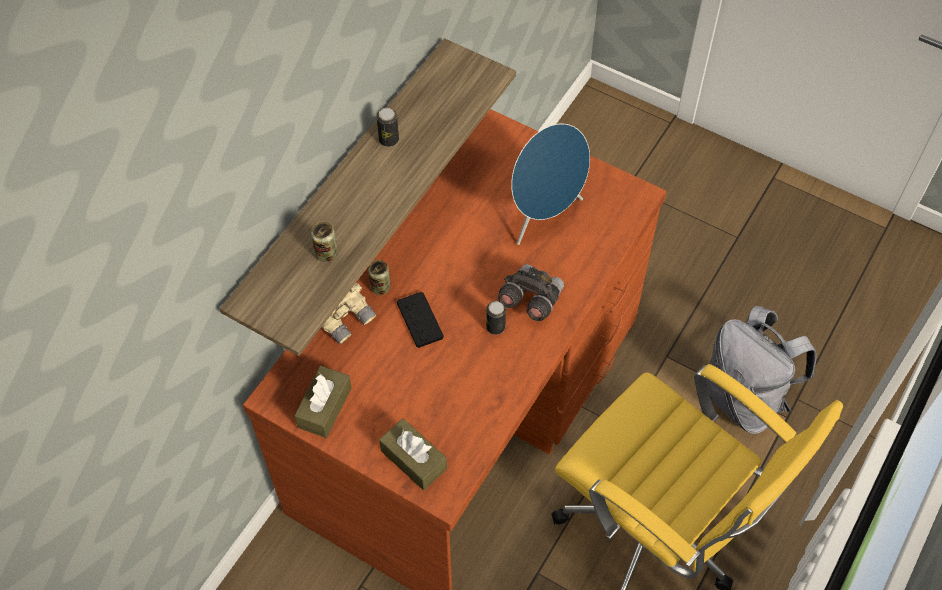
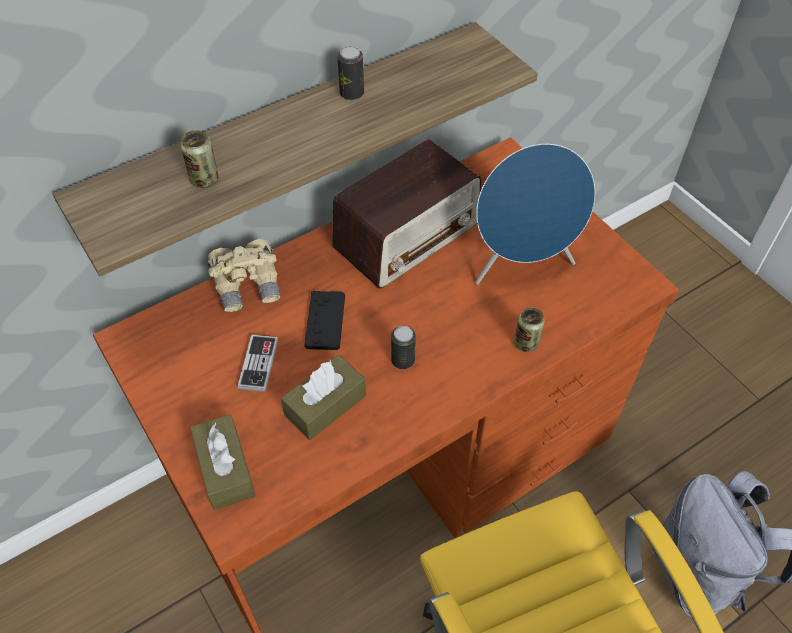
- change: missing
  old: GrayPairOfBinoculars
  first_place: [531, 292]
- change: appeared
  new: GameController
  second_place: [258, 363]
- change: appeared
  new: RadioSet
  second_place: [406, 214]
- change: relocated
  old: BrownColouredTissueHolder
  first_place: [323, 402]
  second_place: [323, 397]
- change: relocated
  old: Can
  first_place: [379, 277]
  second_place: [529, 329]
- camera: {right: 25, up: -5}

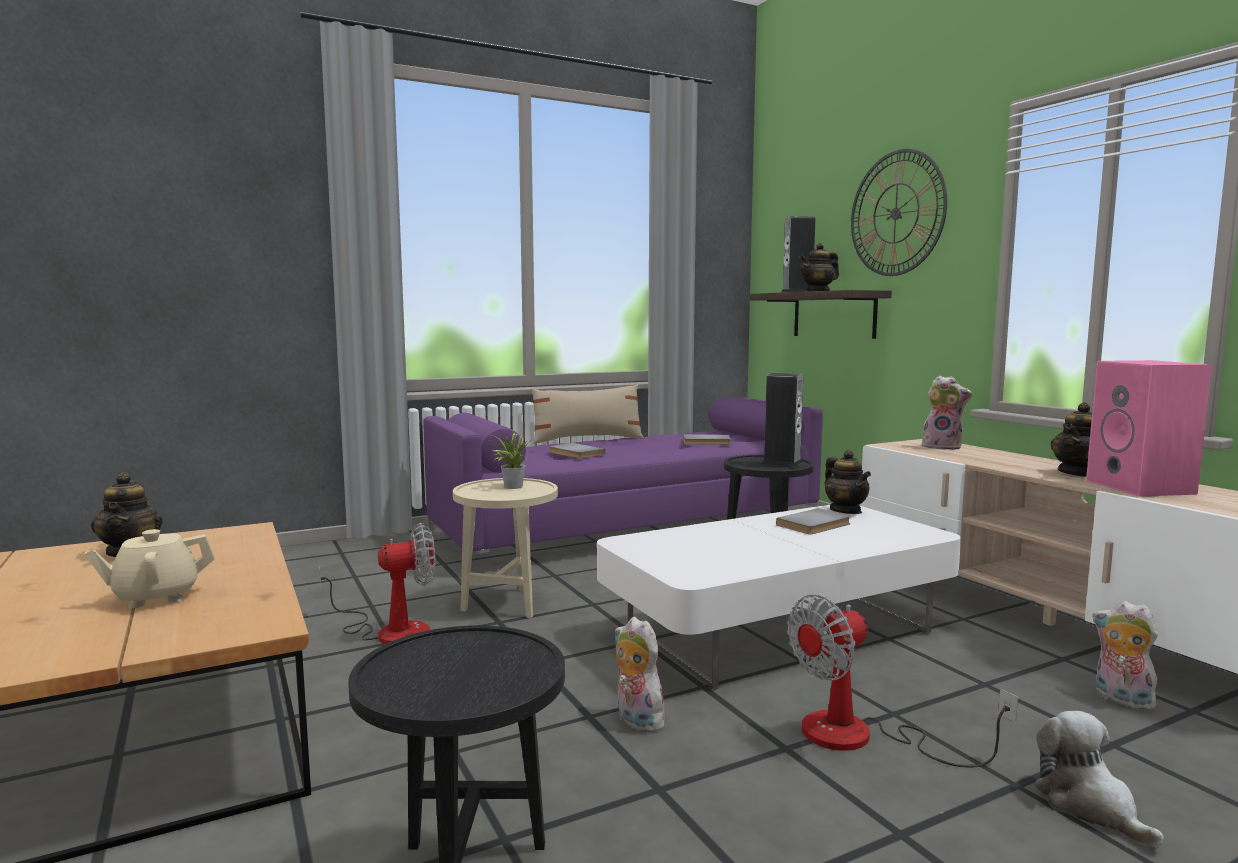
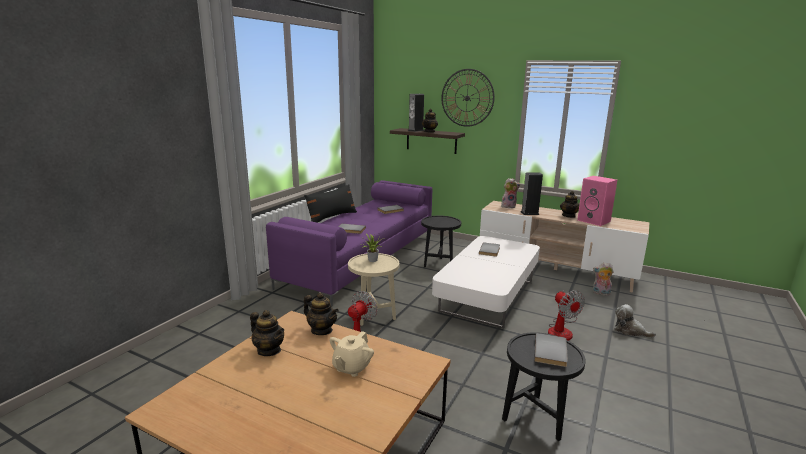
- change: missing
  old: PlushToy
  first_place: [640, 675]
- change: appeared
  new: GrayVolume
  second_place: [551, 350]
- change: relocated
  old: Speaker
  first_place: [782, 420]
  second_place: [532, 193]
- change: relocated
  old: PotForTea
  first_place: [848, 482]
  second_place: [321, 314]
- change: colour
  old: SandColouredThrowPillow
  new: BlackishThrowPillow
  first_place: [587, 414]
  second_place: [330, 203]
- change: spun
  old: Fan
  first_place: [902, 681]
  second_place: [566, 315]
  degrees: -45
- camera: {right: -35, up: 10}

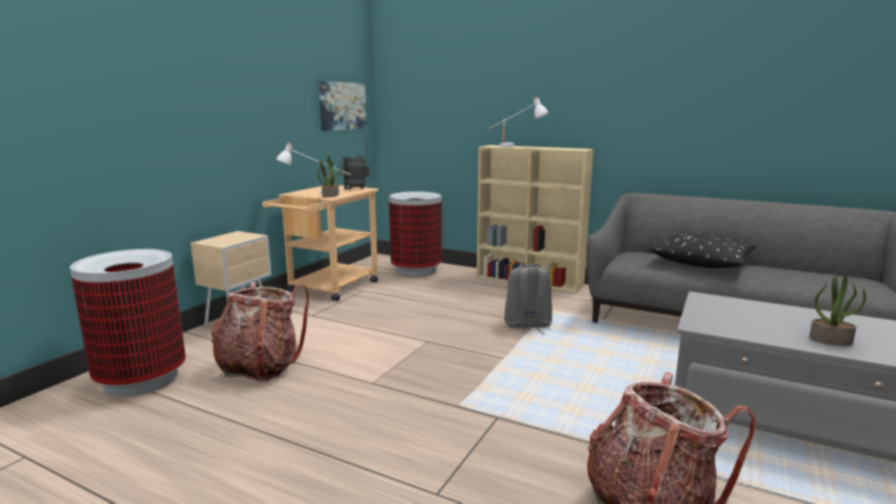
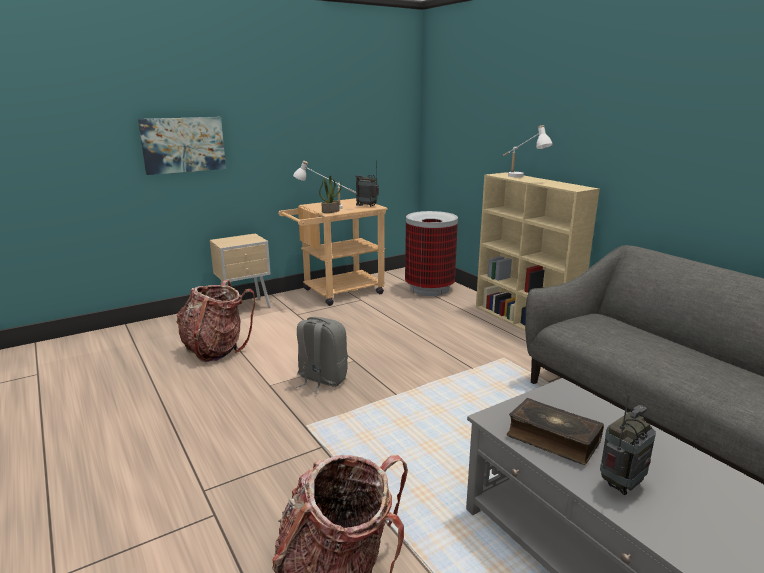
- change: missing
  old: TrashCan
  first_place: [128, 323]
- change: missing
  old: BlackishThrowPillow
  first_place: [702, 250]
- change: appeared
  new: Volume
  second_place: [555, 431]
- change: relocated
  old: WallPicture
  first_place: [343, 106]
  second_place: [182, 146]
- change: relocated
  old: GrayBackpack
  first_place: [528, 299]
  second_place: [321, 355]
- change: exchanged
  old: PottedPlant
  new: RadioSet
  first_place: [837, 311]
  second_place: [628, 444]
- camera: {right: 30, up: 5}

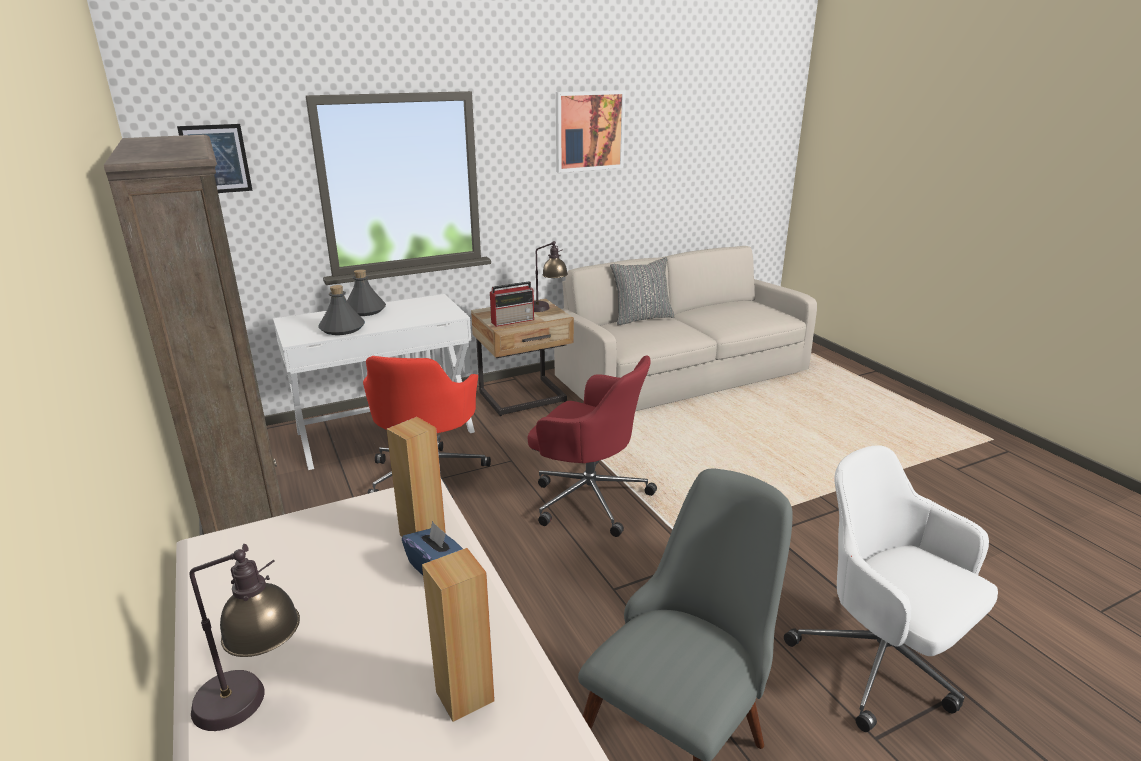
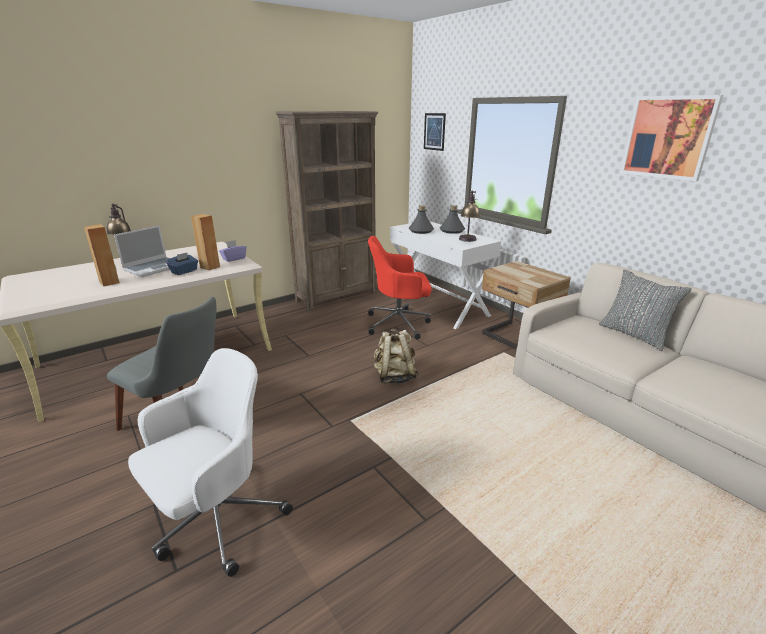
- change: missing
  old: RadioSet
  first_place: [512, 304]
- change: appeared
  new: Laptop
  second_place: [142, 251]
- change: appeared
  new: PurplishTissueHolder
  second_place: [232, 251]
- change: relocated
  old: TabletopLamp
  first_place: [551, 276]
  second_place: [469, 216]
- change: exchanged
  old: RedComputerChair
  new: SandColouredBackpack
  first_place: [592, 446]
  second_place: [396, 356]
- camera: {right: 80, up: 0}

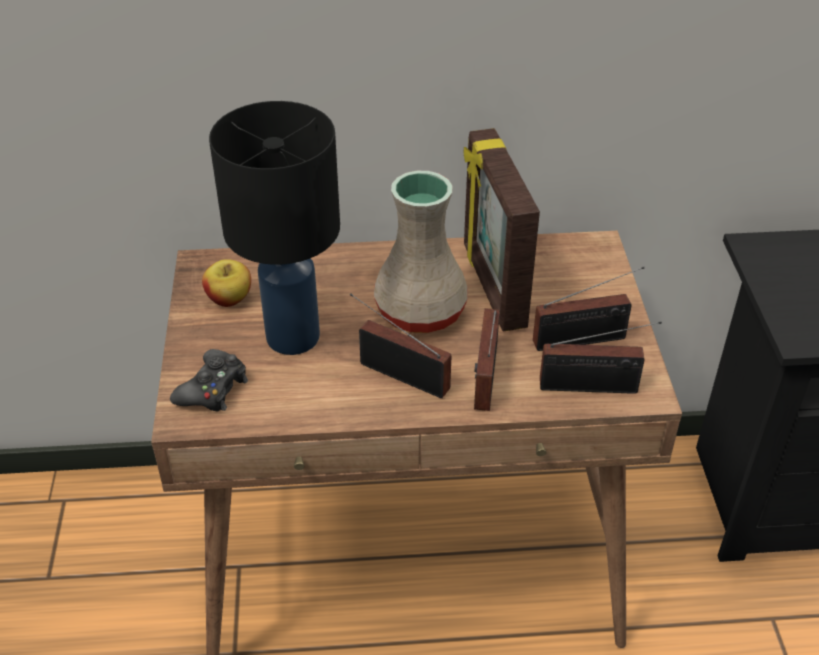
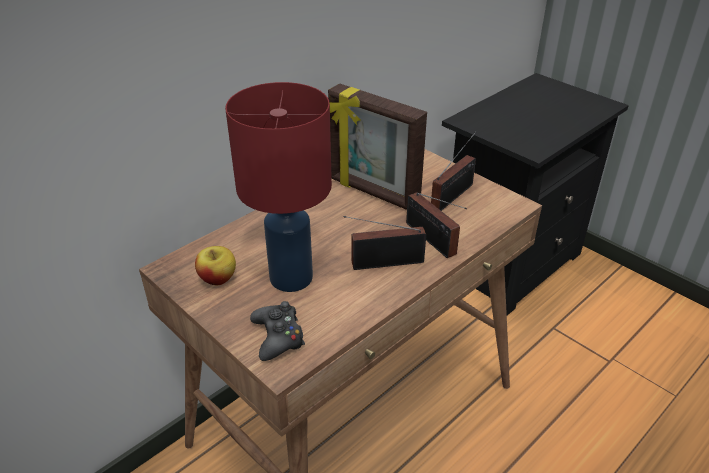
- change: missing
  old: SandColouredFlowerVase
  first_place: [421, 252]
- change: missing
  old: RadioSet
  first_place: [601, 357]
- change: colour
  old: BlackishTabletopLamp
  new: RedTabletopLamp
  first_place: [274, 228]
  second_place: [278, 187]
- camera: {right: -40, up: -5}

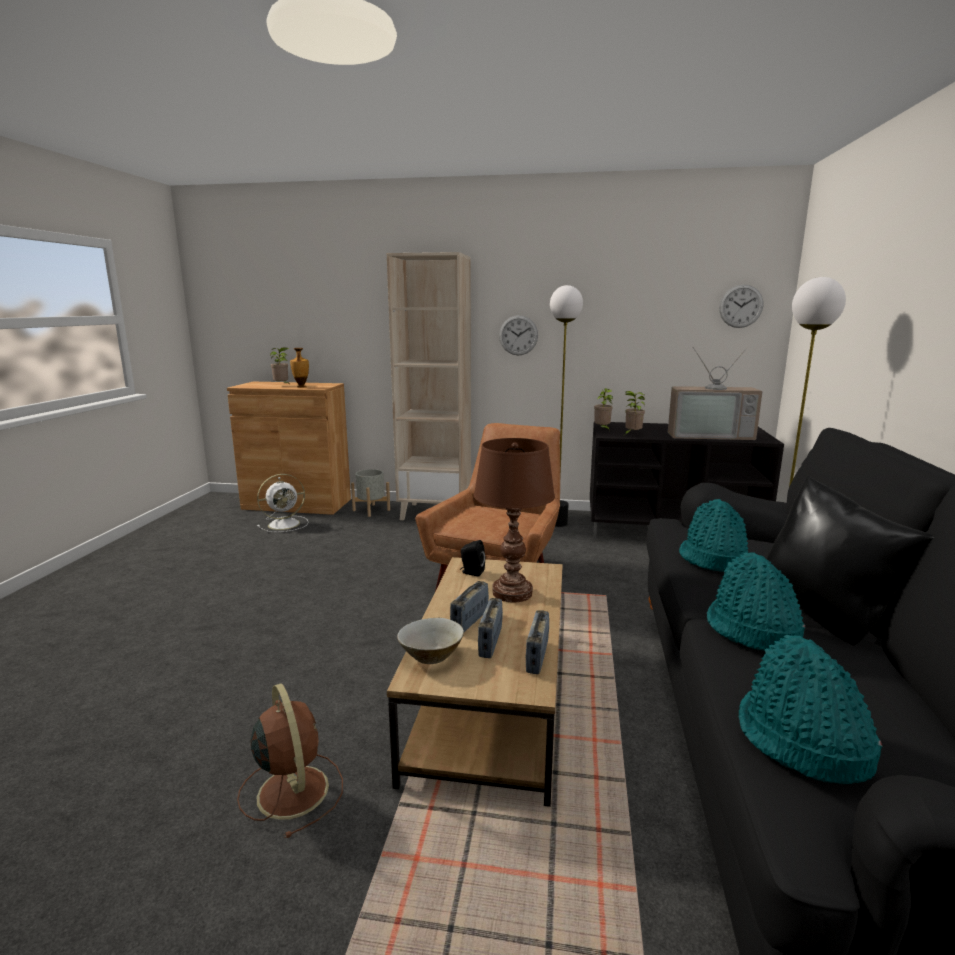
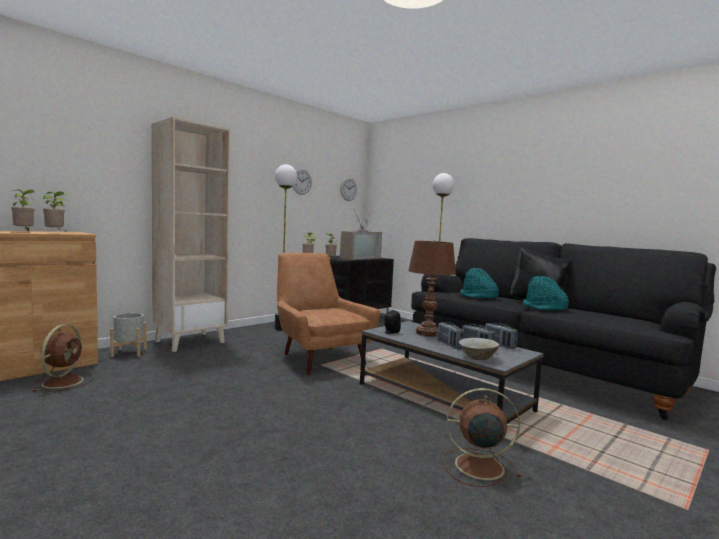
- change: missing
  old: TurquoiseWearableHat
  first_place: [810, 709]
- change: relocated
  old: ClockOnTheWall
  first_place: [518, 335]
  second_place: [302, 182]
- change: exchanged
  old: FlowerVase
  new: PottedPlant
  first_place: [299, 368]
  second_place: [55, 211]
- change: colour
  old: WhiteColouredFan
  new: BrownColouredFan
  first_place: [283, 503]
  second_place: [63, 358]
- change: colour
  old: BrownColouredLowTable
  new: GrayLowTable
  first_place: [475, 682]
  second_place: [452, 372]
- camera: {right: -55, up: -10}

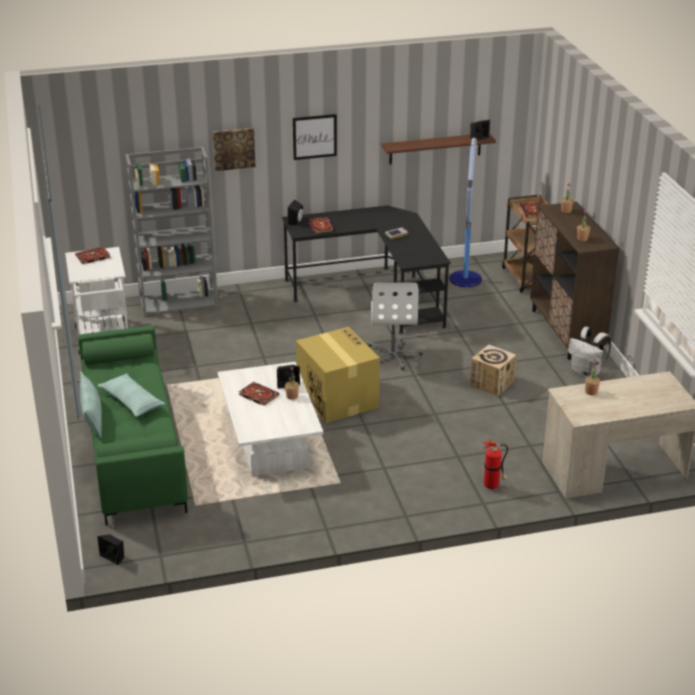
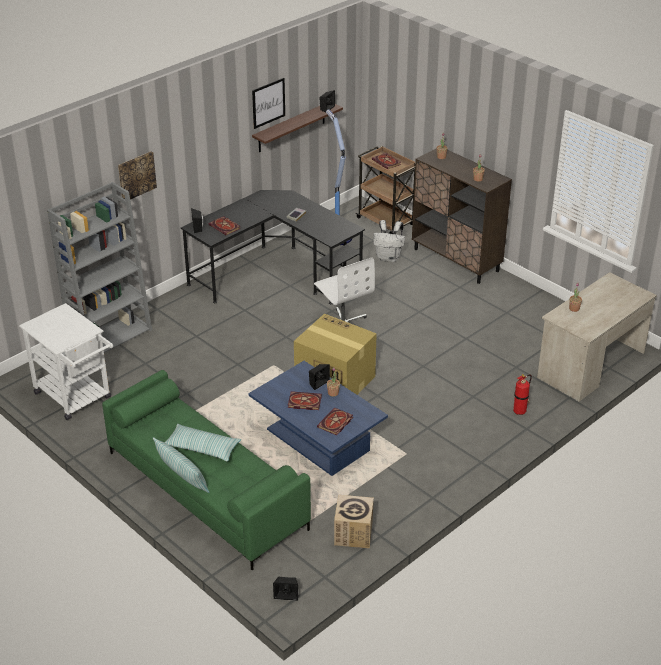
- change: relocated
  old: Volume
  first_place: [93, 255]
  second_place: [335, 421]
- change: relocated
  old: WallPicture
  first_place: [315, 137]
  second_place: [268, 103]
- change: relocated
  old: Carton
  first_place: [493, 370]
  second_place: [354, 522]
- change: relocated
  old: WhiteColouredBackpack
  first_place: [589, 352]
  second_place: [389, 241]
- change: colour
  old: WhiteColouredLowTable
  new: BlueColouredLowTable
  first_place: [270, 419]
  second_place: [318, 418]
- camera: {right: -30, up: 5}

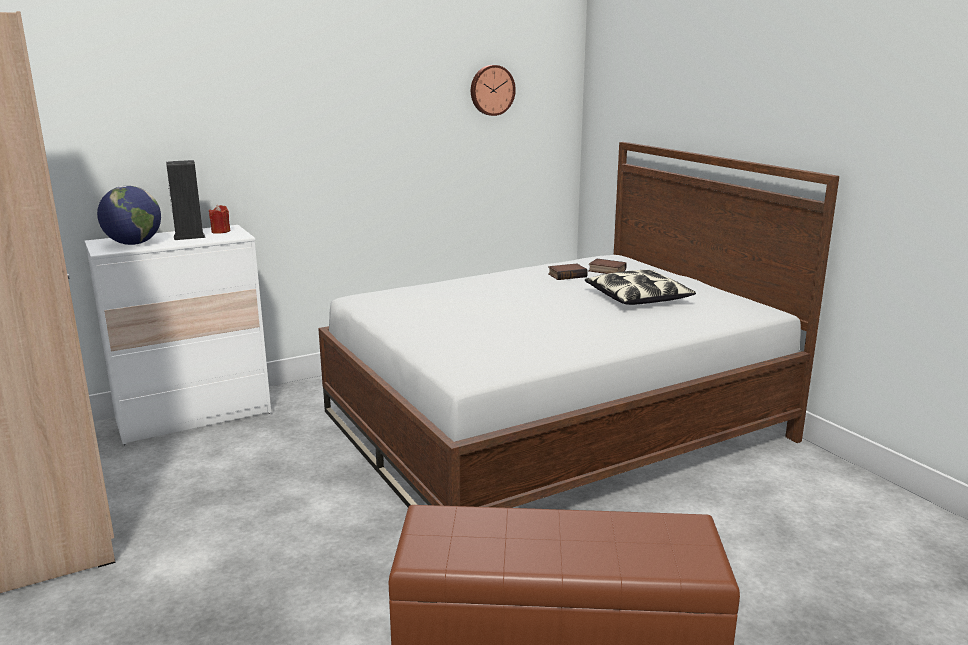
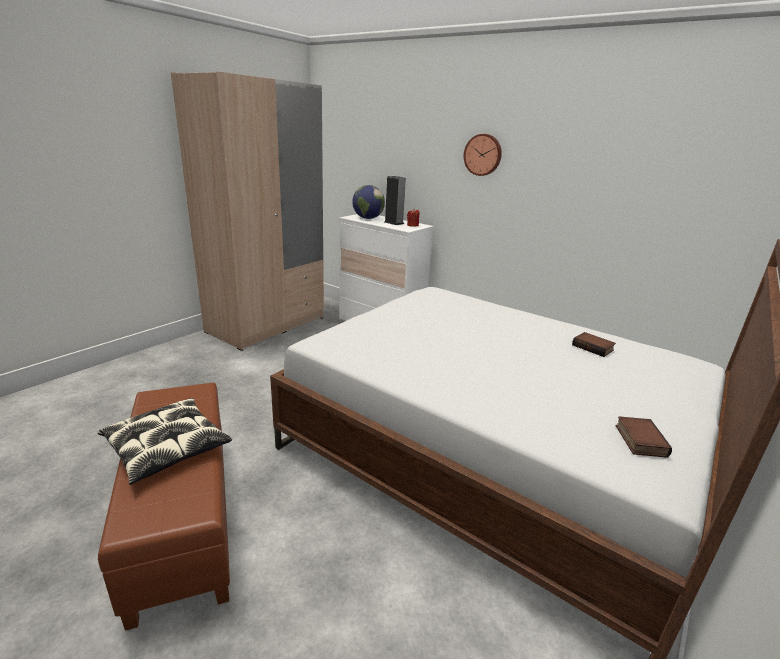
- change: relocated
  old: ClockOnTheWall
  first_place: [493, 90]
  second_place: [483, 155]
- change: relocated
  old: ThrowPillow
  first_place: [640, 287]
  second_place: [165, 441]
- change: relocated
  old: Volume
  first_place: [607, 266]
  second_place: [644, 437]
- camera: {right: 65, up: 5}

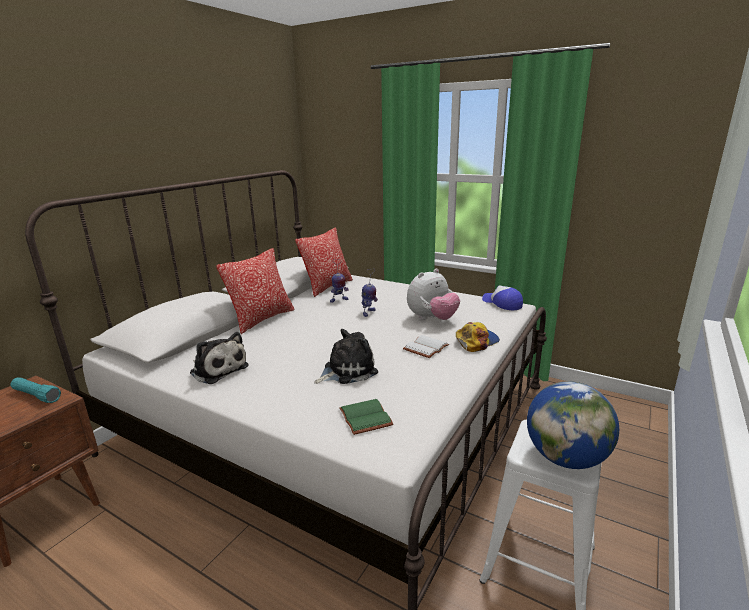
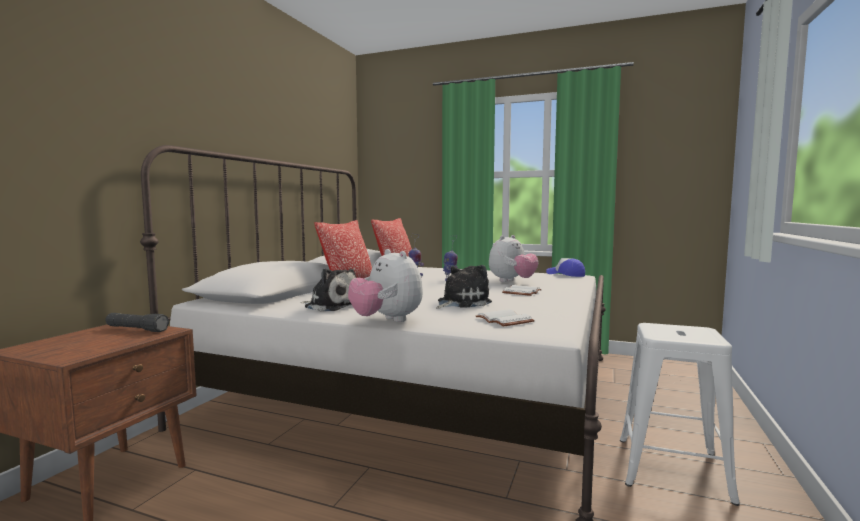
- change: missing
  old: BaseballCap
  first_place: [478, 337]
- change: missing
  old: Globe
  first_place: [573, 425]
- change: appeared
  new: PlushToy
  second_place: [385, 285]
- change: colour
  old: TurquoiseFlashlight
  new: BlackishFlashlight
  first_place: [35, 390]
  second_place: [137, 322]
- change: colour
  old: GreenVolume
  new: WhiteColouredVolume
  first_place: [366, 417]
  second_place: [505, 318]
- camera: {right: -10, up: -15}

